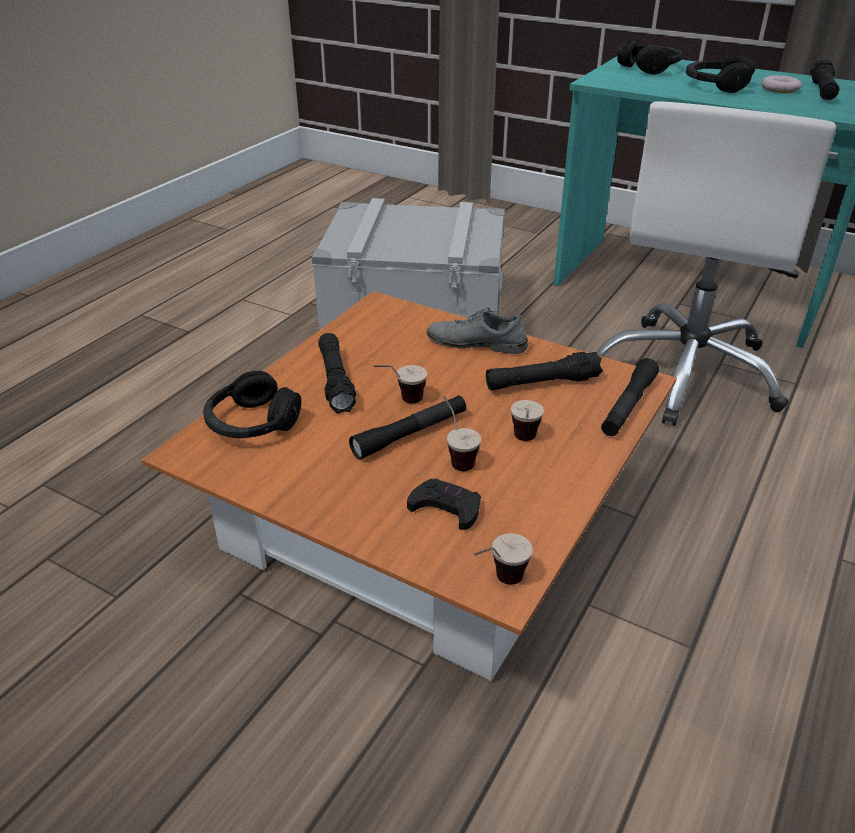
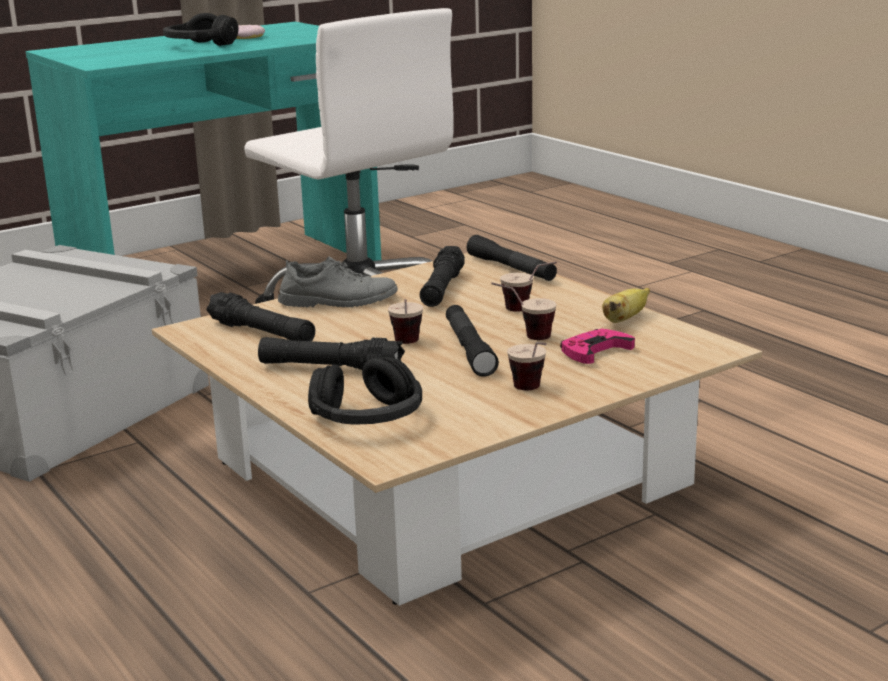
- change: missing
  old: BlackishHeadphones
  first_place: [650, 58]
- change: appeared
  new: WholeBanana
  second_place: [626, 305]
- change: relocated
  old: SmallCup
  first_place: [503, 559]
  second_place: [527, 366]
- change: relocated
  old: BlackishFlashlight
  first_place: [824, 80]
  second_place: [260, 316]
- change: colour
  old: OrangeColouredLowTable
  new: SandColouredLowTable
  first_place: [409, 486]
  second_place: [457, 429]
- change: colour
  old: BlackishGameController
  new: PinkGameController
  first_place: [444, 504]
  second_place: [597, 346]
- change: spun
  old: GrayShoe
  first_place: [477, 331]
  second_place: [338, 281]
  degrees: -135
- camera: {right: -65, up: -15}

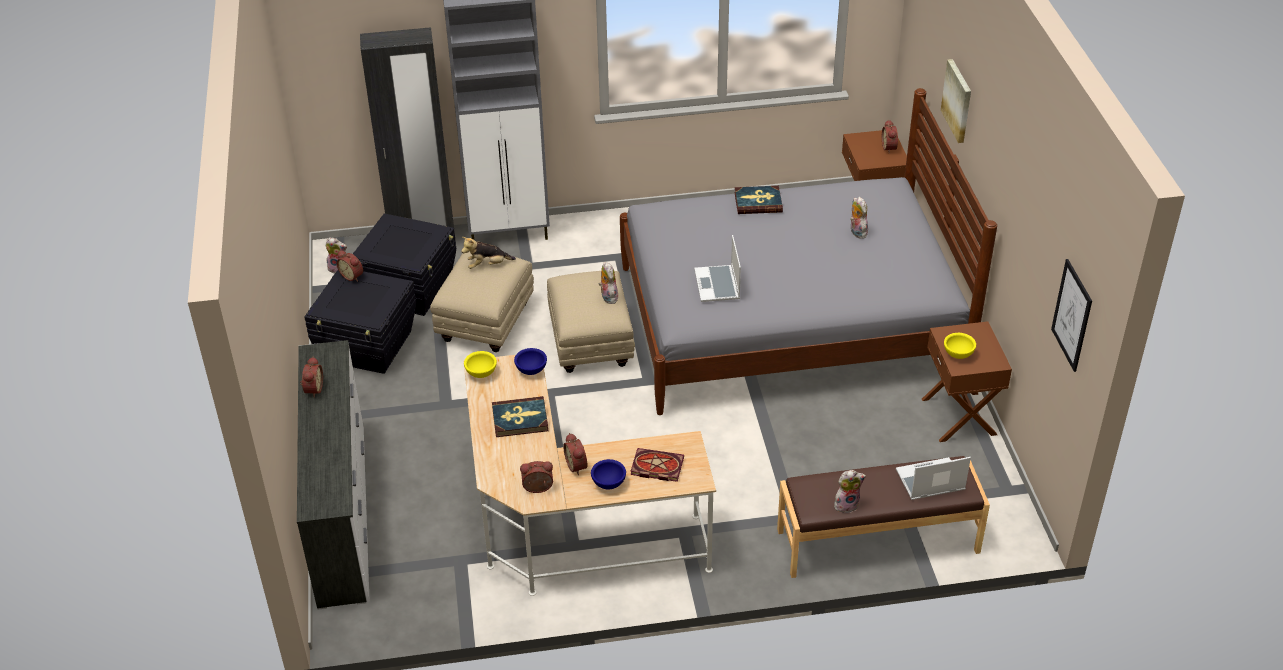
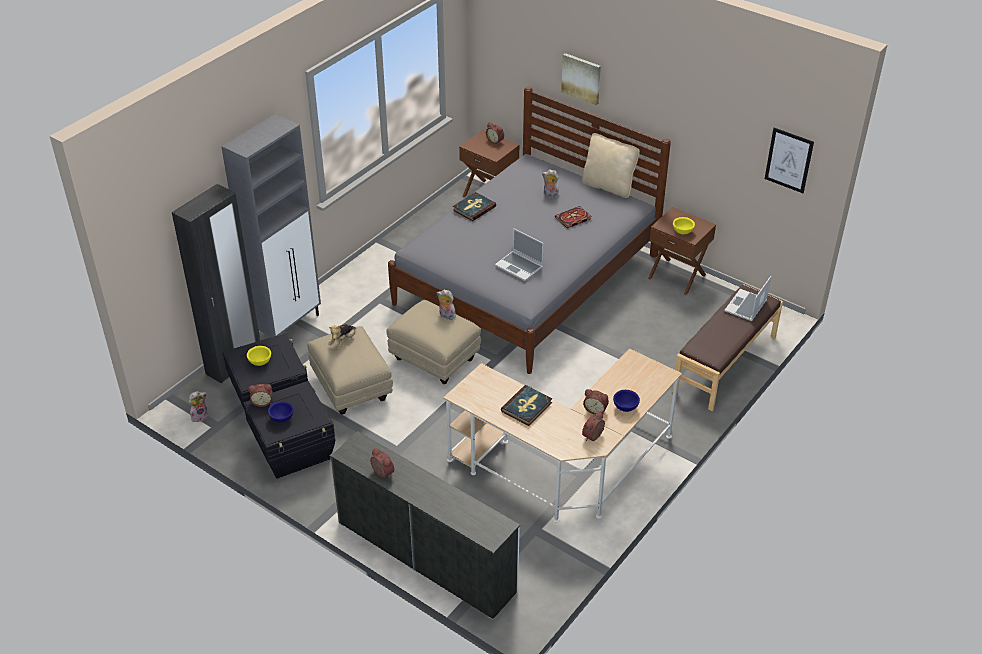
- change: missing
  old: PlushToy
  first_place: [850, 491]
- change: appeared
  new: SandColouredThrowPillow
  second_place: [611, 165]
- change: relocated
  old: YellowColouredBowl
  first_place: [480, 364]
  second_place: [259, 356]
- change: relocated
  old: BlueColouredBowl
  first_place: [530, 361]
  second_place: [281, 412]
- change: relocated
  old: Volume
  first_place: [657, 465]
  second_place: [573, 217]
- camera: {right: -45, up: 0}

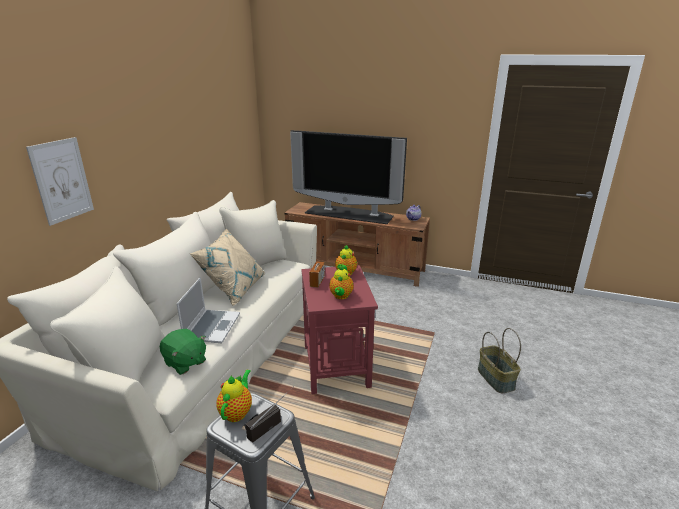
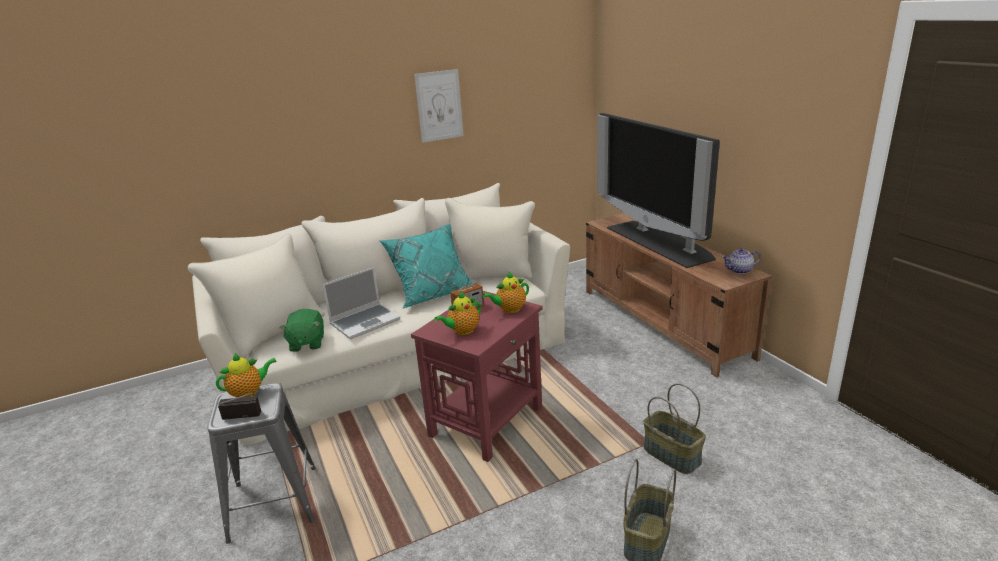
- change: appeared
  new: Basket
  second_place: [674, 428]
- change: relocated
  old: WallPicture
  first_place: [60, 181]
  second_place: [439, 106]
- change: colour
  old: SandColouredThrowPillow
  new: TurquoiseThrowPillow
  first_place: [227, 267]
  second_place: [425, 266]
- camera: {right: 45, up: 0}

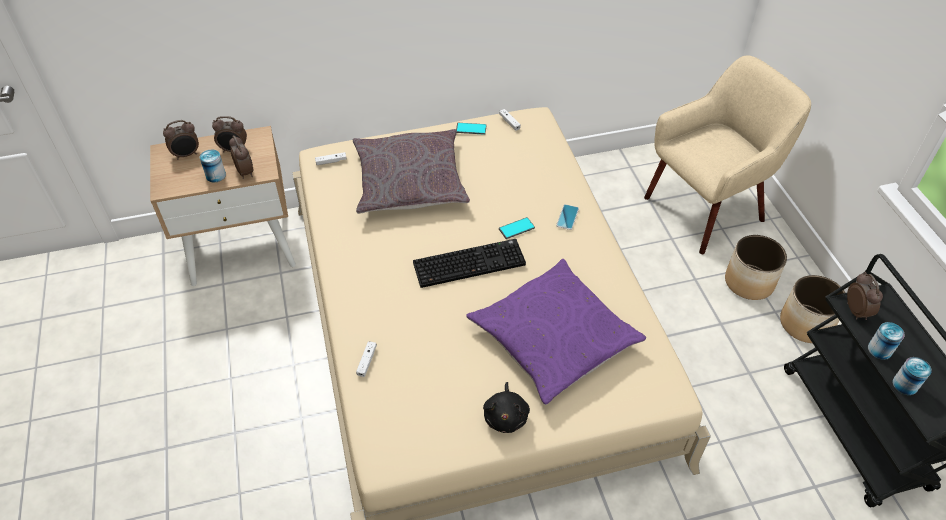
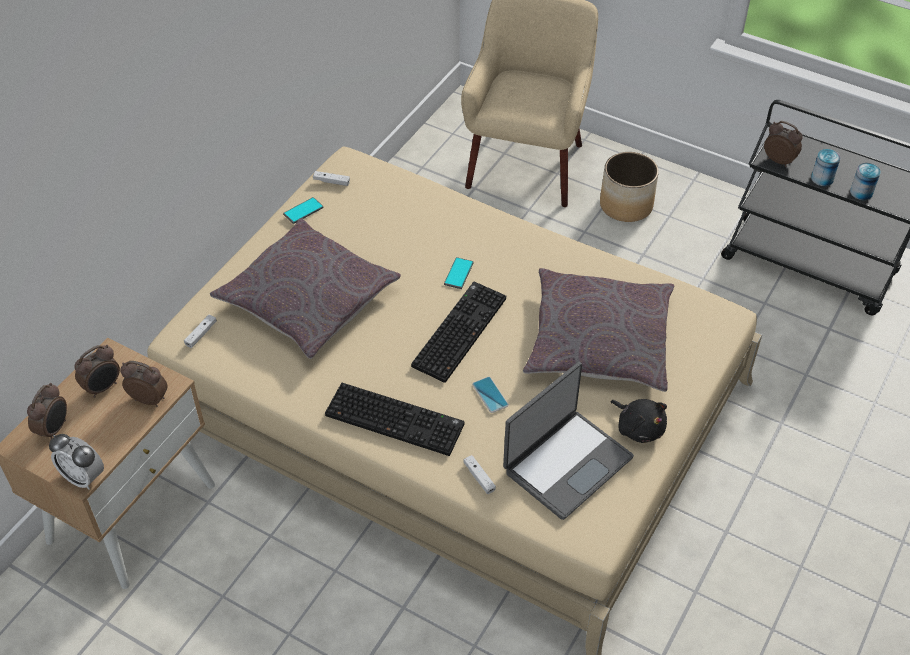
- change: missing
  old: Can
  first_place: [213, 166]
- change: missing
  old: PlantPot
  first_place: [812, 309]
- change: appeared
  new: TableClock
  second_place: [76, 462]
- change: appeared
  new: PcKeyboard
  second_place: [394, 419]
- change: appeared
  new: Laptop
  second_place: [568, 441]
- change: relocated
  old: Phone
  first_place: [567, 217]
  second_place: [490, 395]
- change: colour
  old: PurplishThrowPillow
  new: GrayThrowPillow
  first_place: [556, 332]
  second_place: [598, 330]
- camera: {right: -45, up: 0}

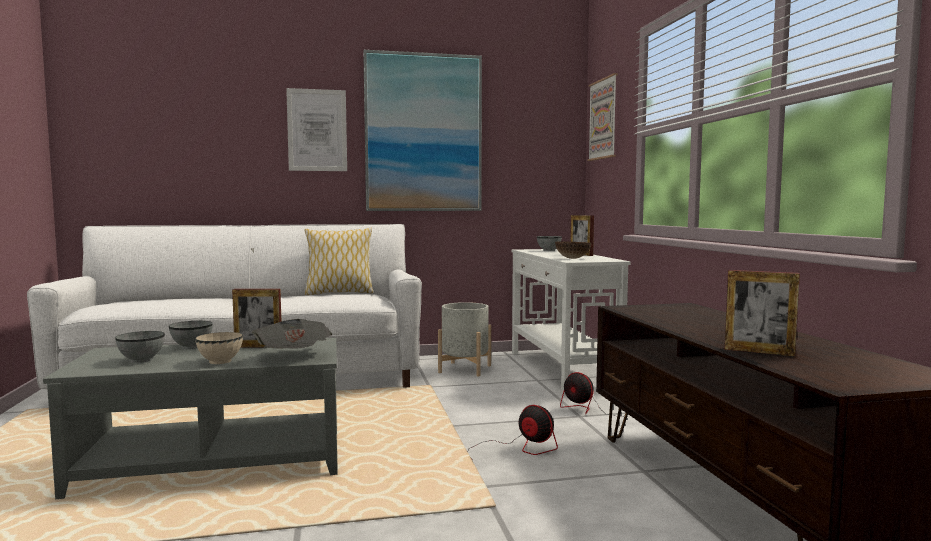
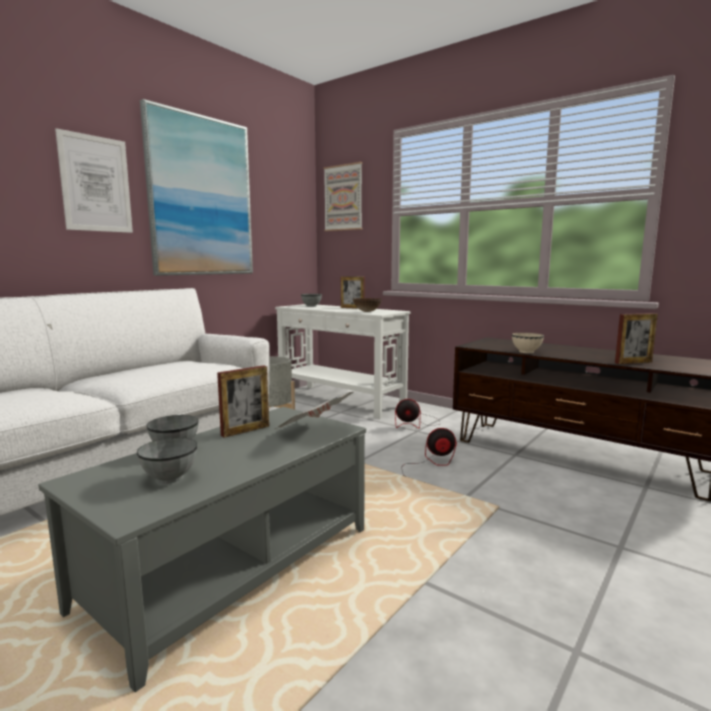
- change: missing
  old: ThrowPillow
  first_place: [339, 262]
- change: relocated
  old: SandColouredBowl
  first_place: [219, 348]
  second_place: [528, 343]
- camera: {right: -40, up: 5}

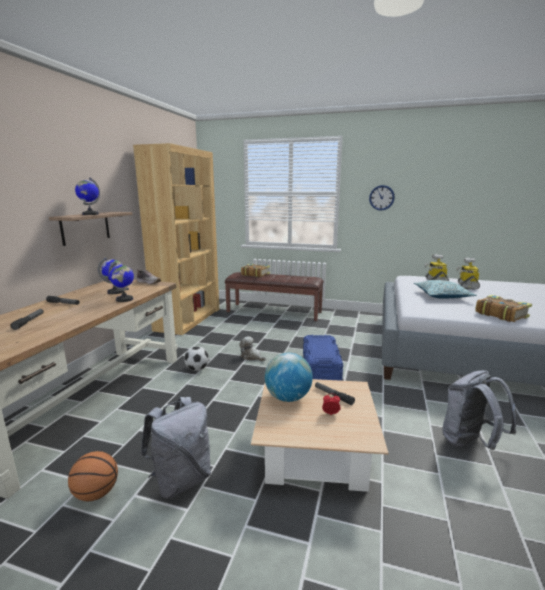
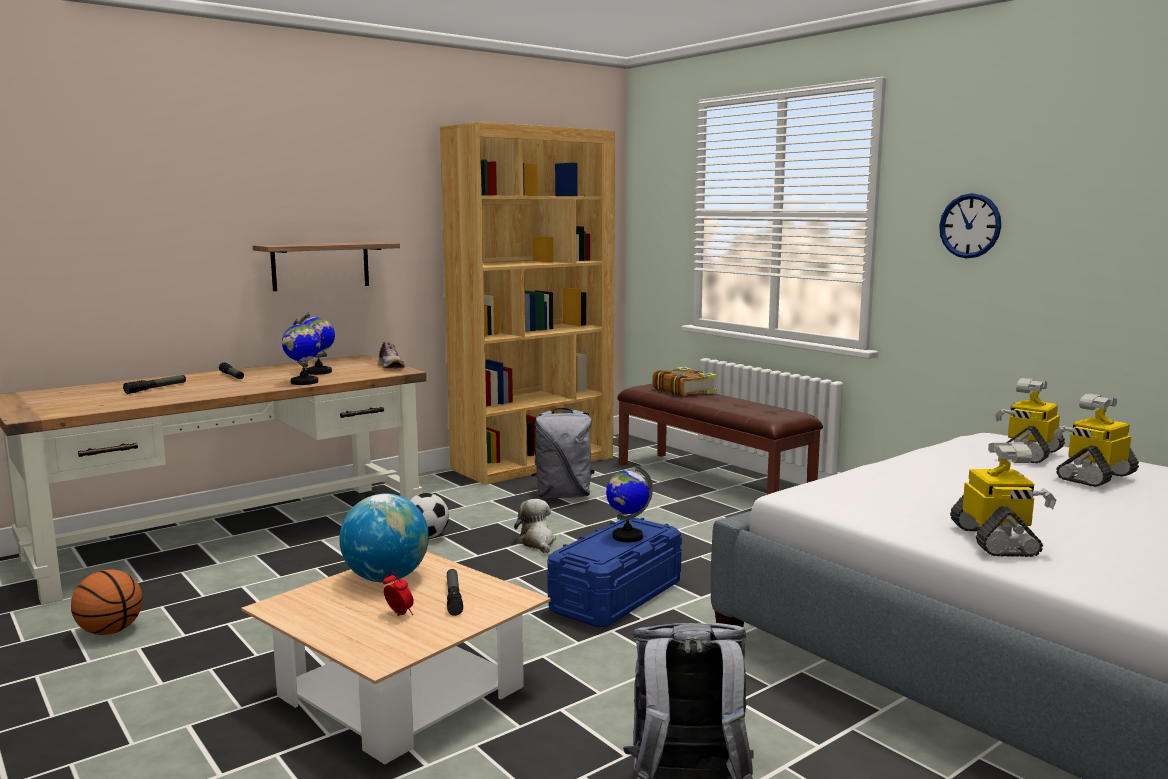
- change: missing
  old: ThrowPillow
  first_place: [445, 289]
- change: relocated
  old: Globe
  first_place: [87, 196]
  second_place: [629, 503]
- change: relocated
  old: GrayBackpack
  first_place: [175, 448]
  second_place: [563, 453]
- change: exchanged
  old: Volume
  new: ModelRobot
  first_place: [503, 308]
  second_place: [1003, 499]
- camera: {right: 35, up: -5}

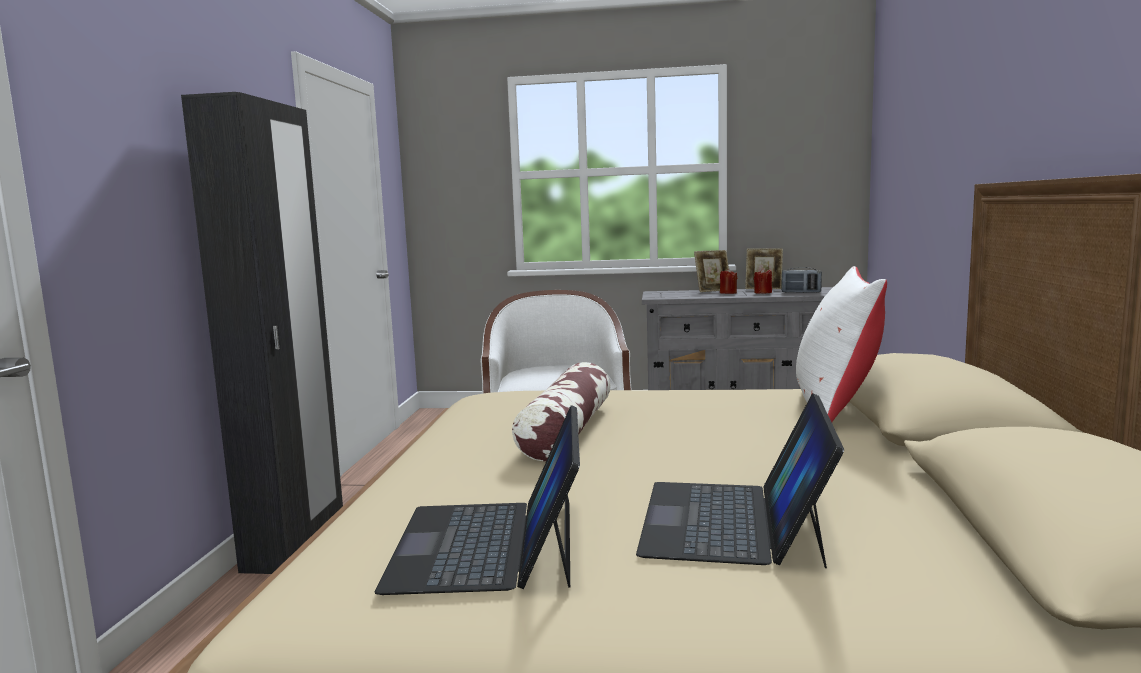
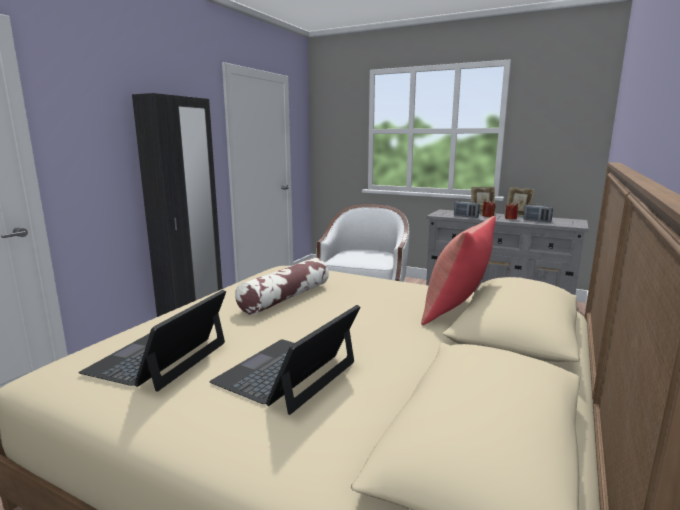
- change: appeared
  new: RadioSet
  second_place: [467, 209]
- change: colour
  old: WhiteColouredThrowPillow
  new: RedThrowPillow
  first_place: [841, 344]
  second_place: [458, 270]
- camera: {right: 20, up: 5}

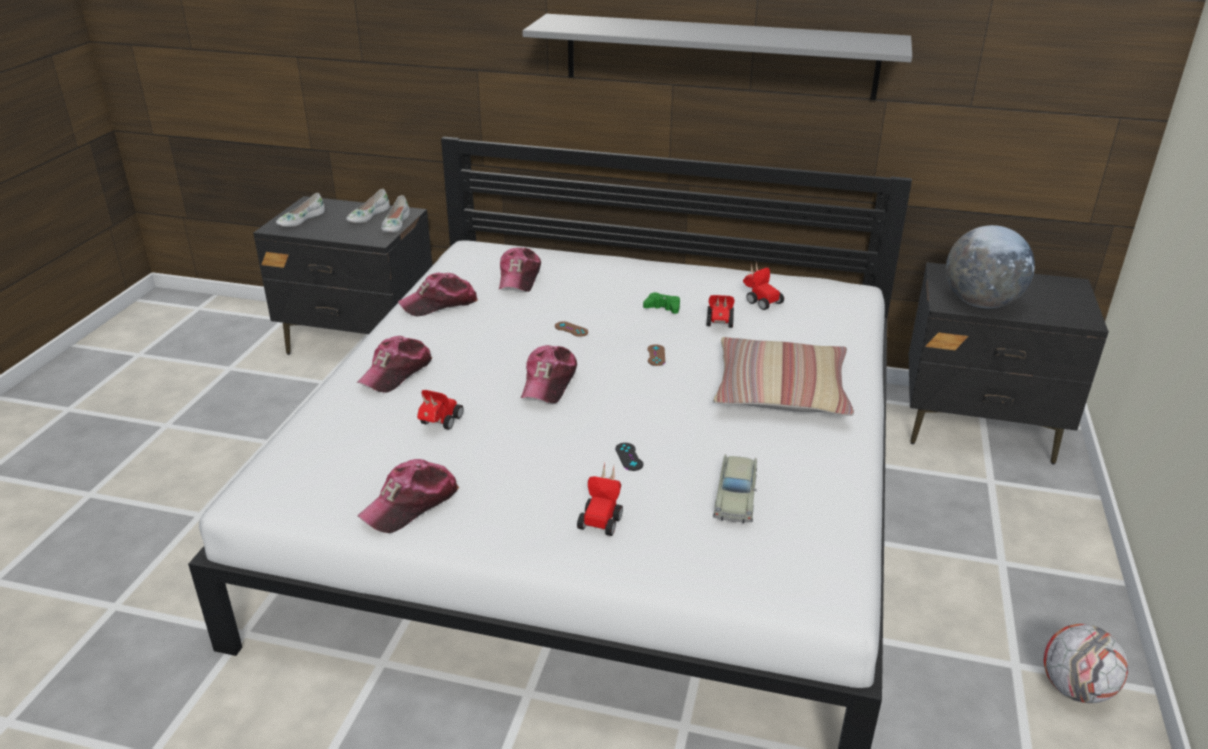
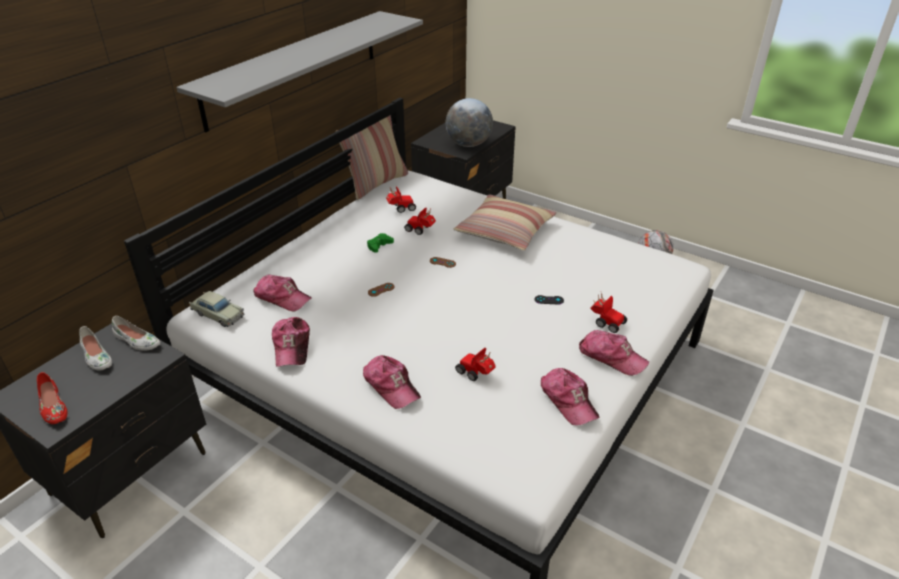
- change: appeared
  new: ThrowPillow
  second_place: [371, 157]
- change: relocated
  old: BaseballCap
  first_place: [549, 374]
  second_place: [614, 353]
- change: relocated
  old: SandColouredToyCar
  first_place: [735, 488]
  second_place: [216, 309]
- change: colour
  old: WhiteColouredShoe
  new: RedShoe
  first_place: [300, 210]
  second_place: [52, 398]
- camera: {right: -70, up: 5}

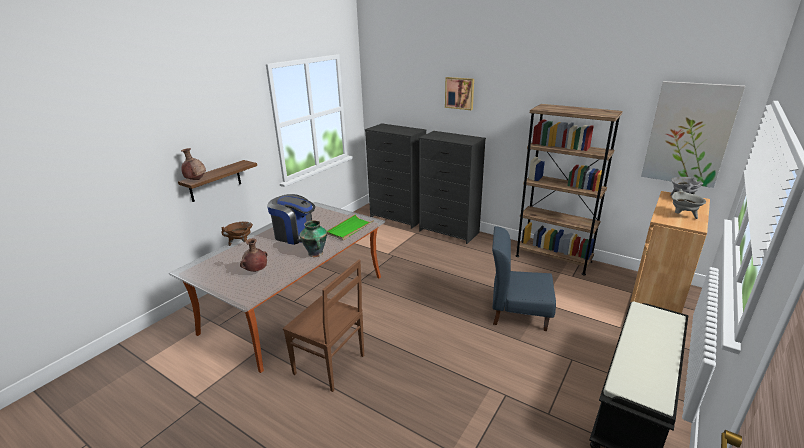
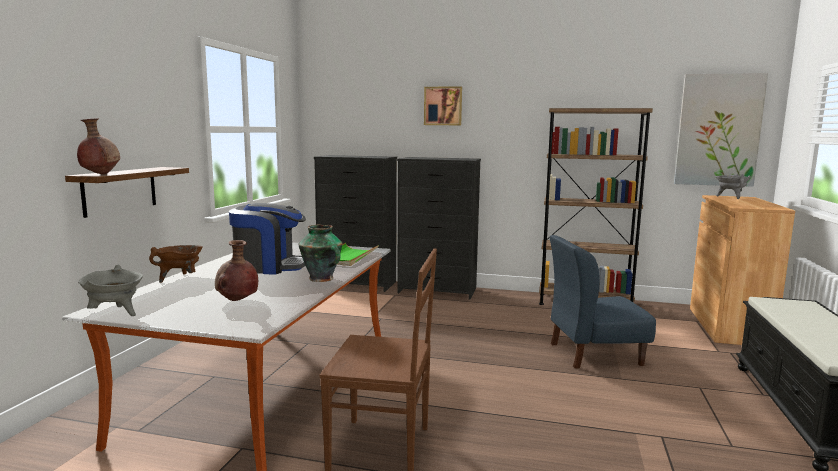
- change: relocated
  old: GrayStockpot
  first_place: [688, 204]
  second_place: [110, 290]
- camera: {right: -20, up: -15}

